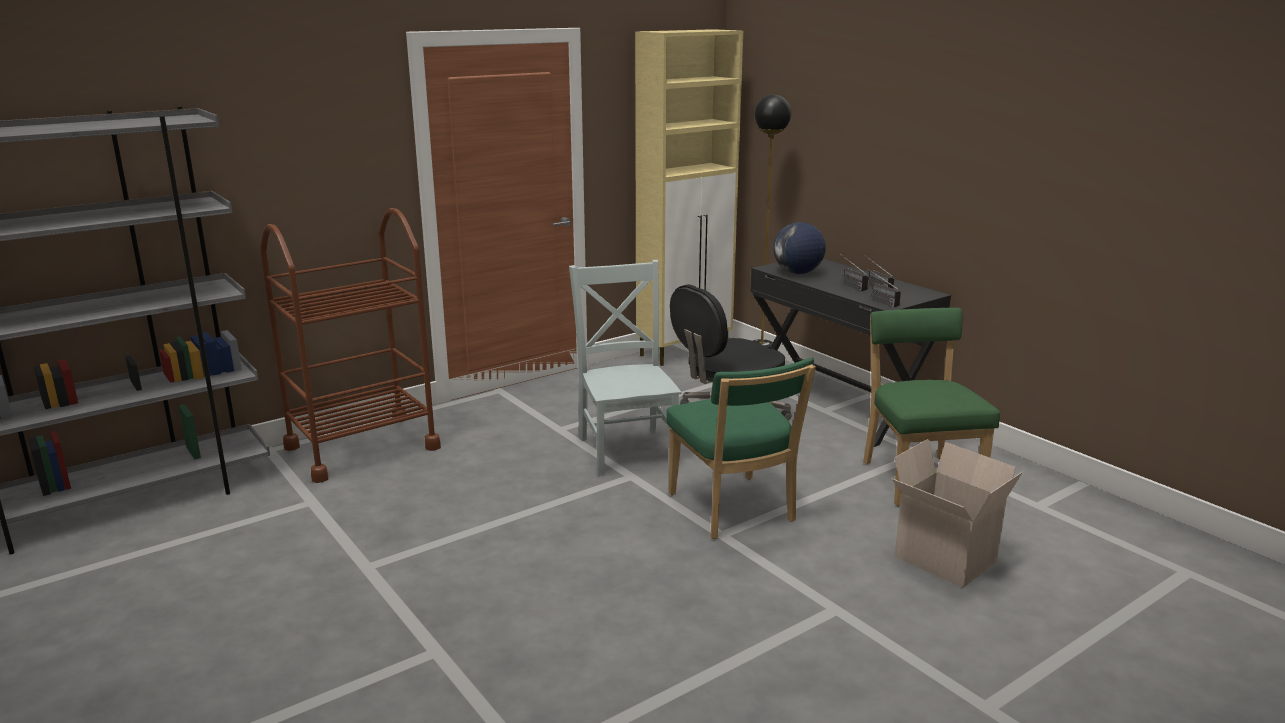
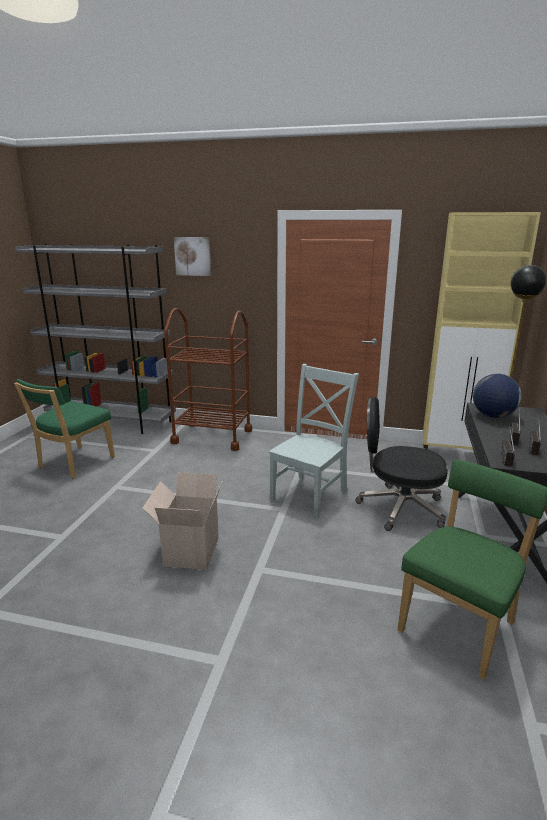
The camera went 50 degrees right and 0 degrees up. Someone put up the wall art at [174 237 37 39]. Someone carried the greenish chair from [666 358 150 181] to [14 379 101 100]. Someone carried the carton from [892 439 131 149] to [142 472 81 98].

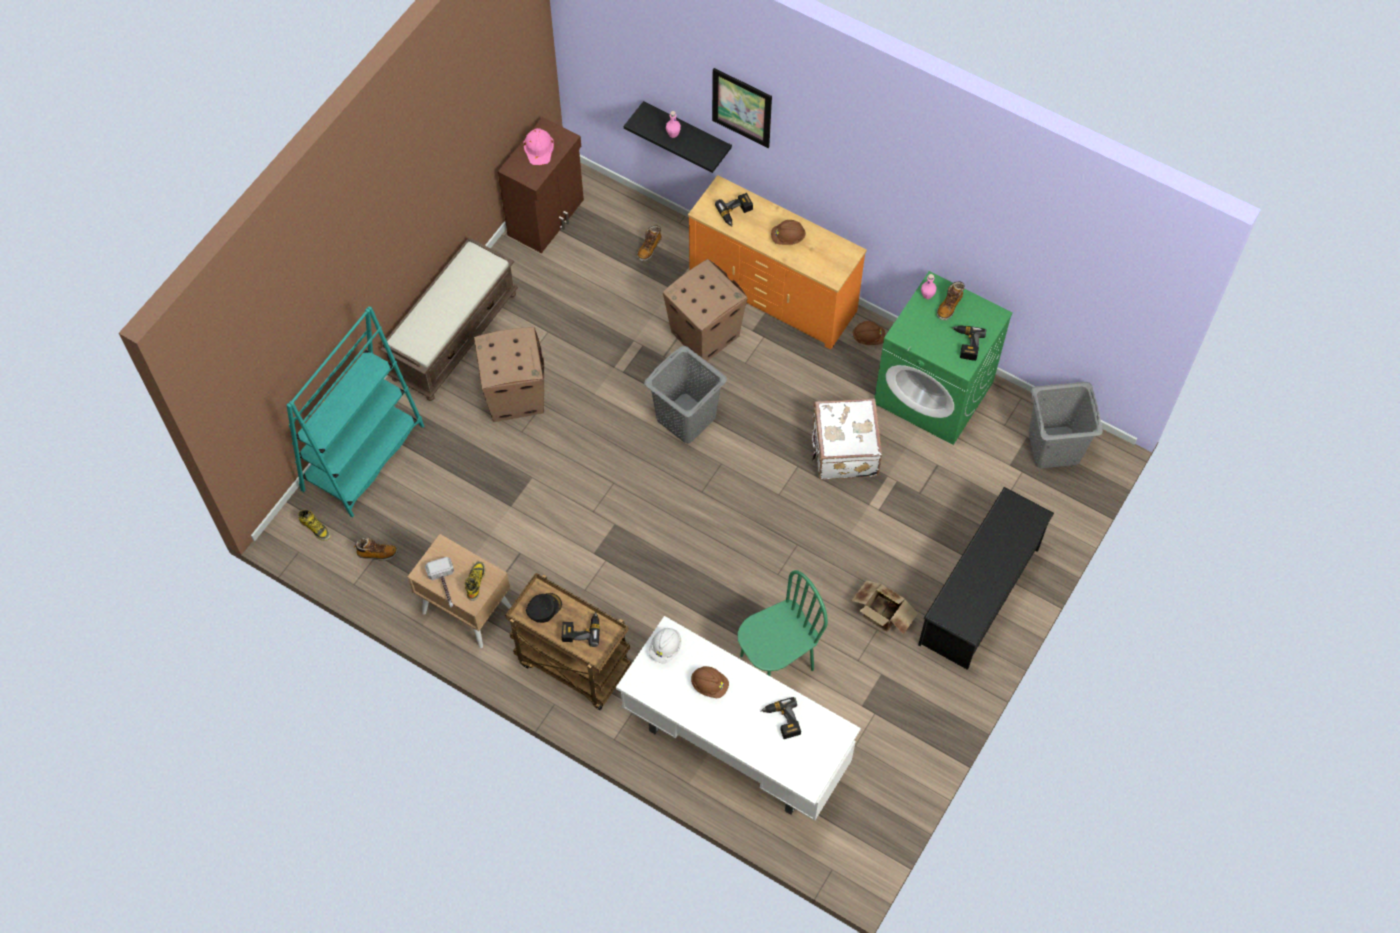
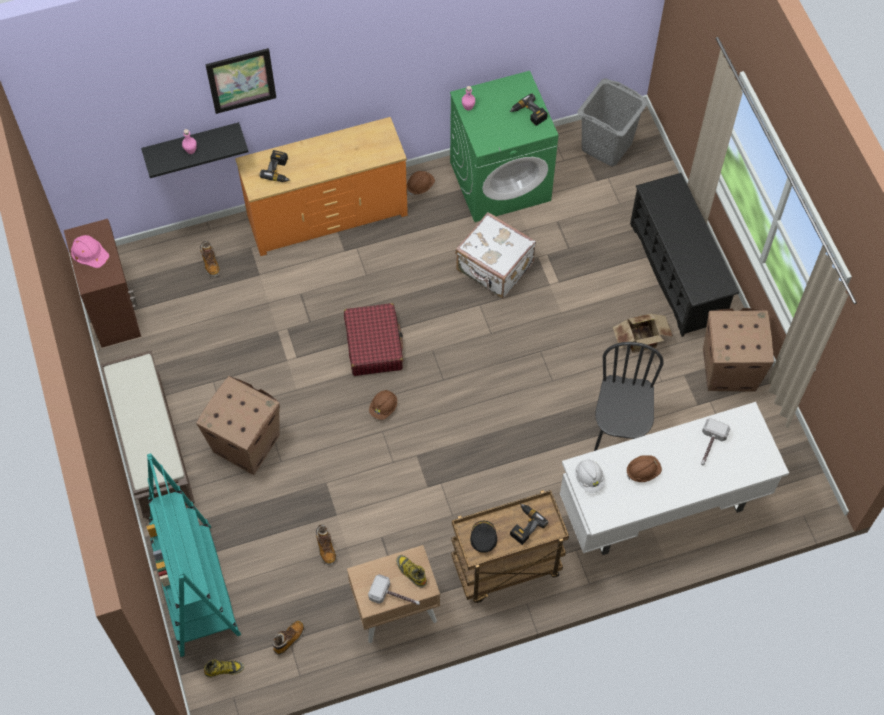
The camera went 50 degrees left and 0 degrees up. Someone carried the carton from [663 259 84 102] to [703 308 71 84]. Someone carried the brown-coloured safety helmet from [771 220 35 25] to [369 390 28 30]. Someone carried the high-top boot from [937 281 28 39] to [316 525 20 40]. Someone swapped the gray hamper at [644 346 83 97] for the red travel case at [344 303 59 73]. Someone swapped the drill at [760 697 41 42] for the hammer at [701 418 29 47]. Someone repainted the greenish chair at [737 570 91 106], which became the black-coloured chair at [594 342 70 109].

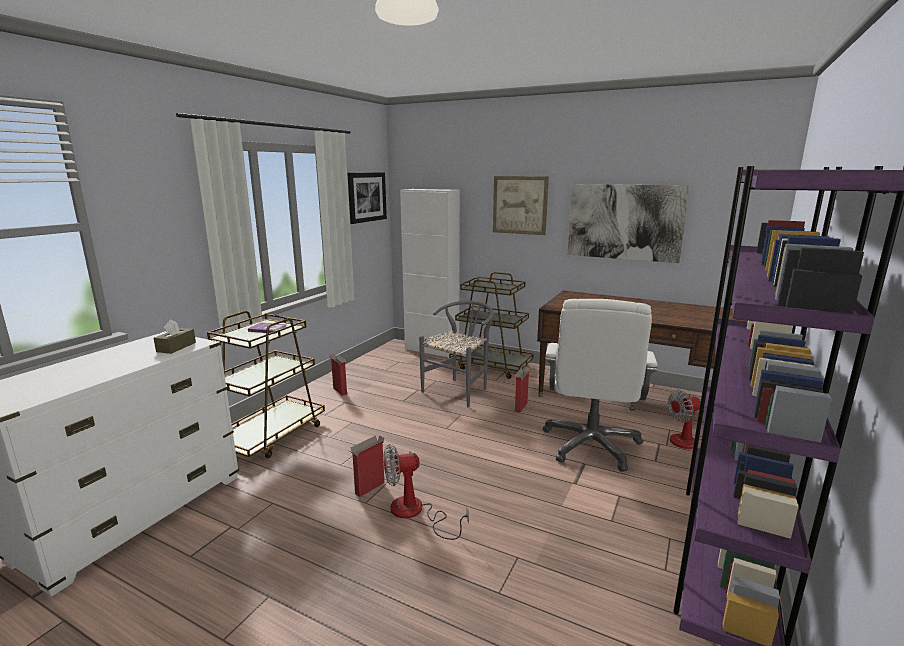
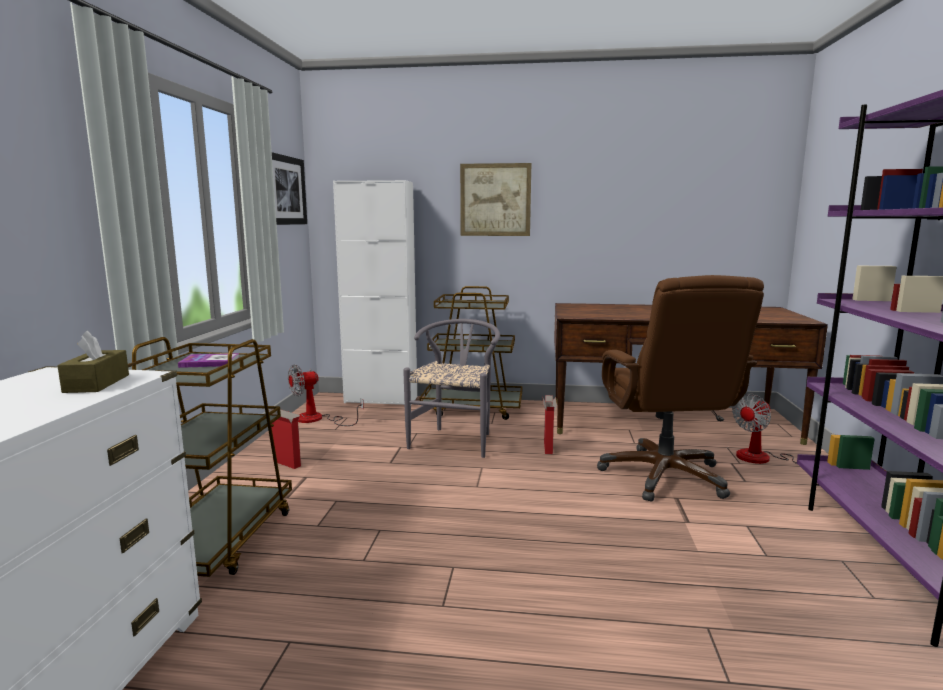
The camera went 20 degrees left and 5 degrees down. Someone took away the carton at [350 435 34 62]. Someone took away the wall art at [567 184 123 79]. Someone carried the fan from [384 444 85 96] to [288 364 76 62]. Someone repainted the white-coloured computer chair at [543 299 115 172], which became the brown-coloured computer chair at [597 275 167 227].

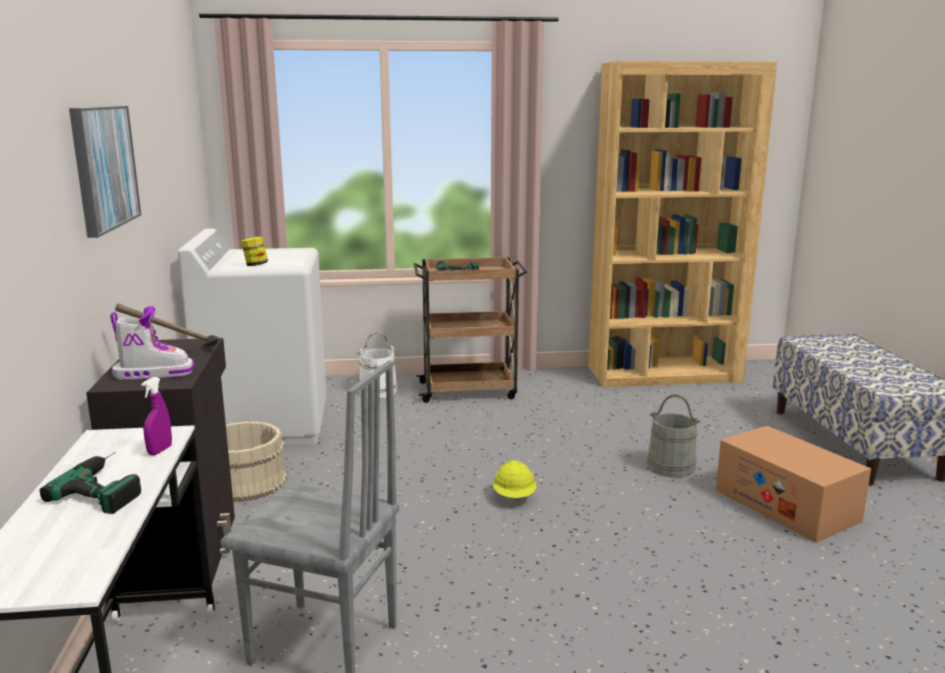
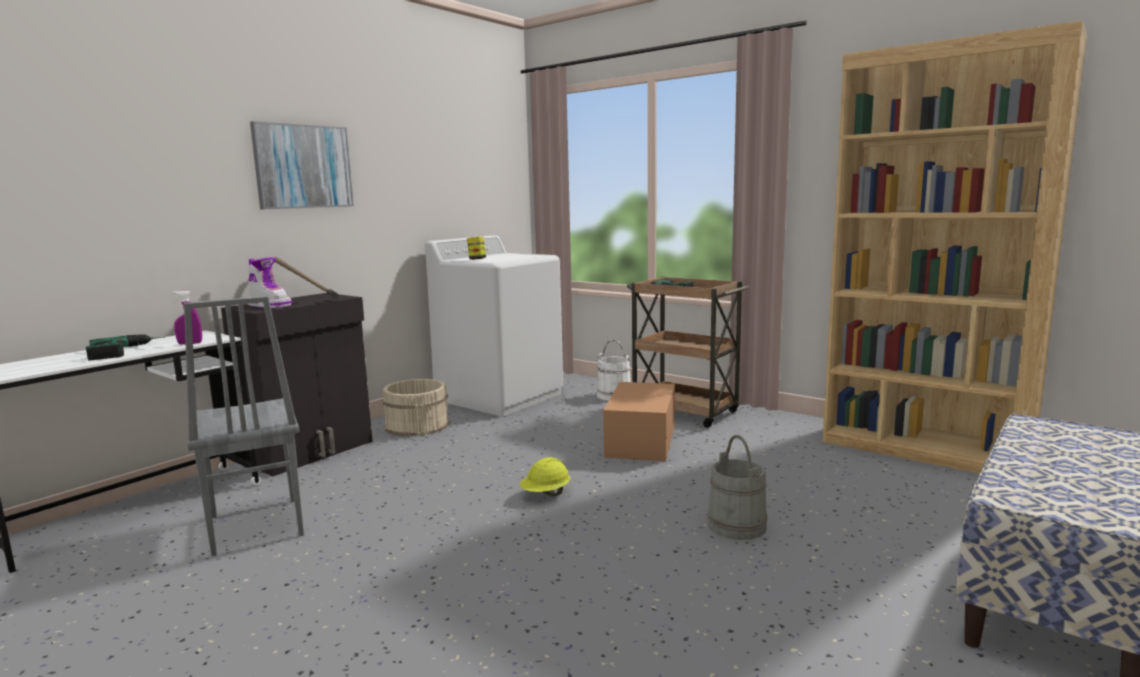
The camera went 45 degrees right and 5 degrees down. Someone carried the carton from [716 426 155 117] to [603 382 72 79].

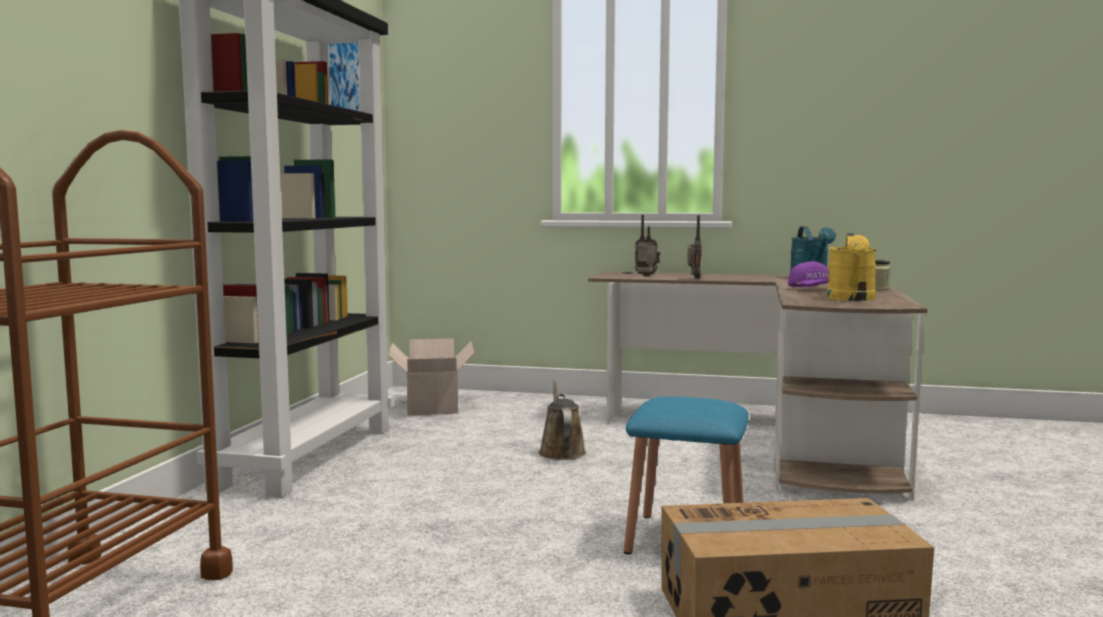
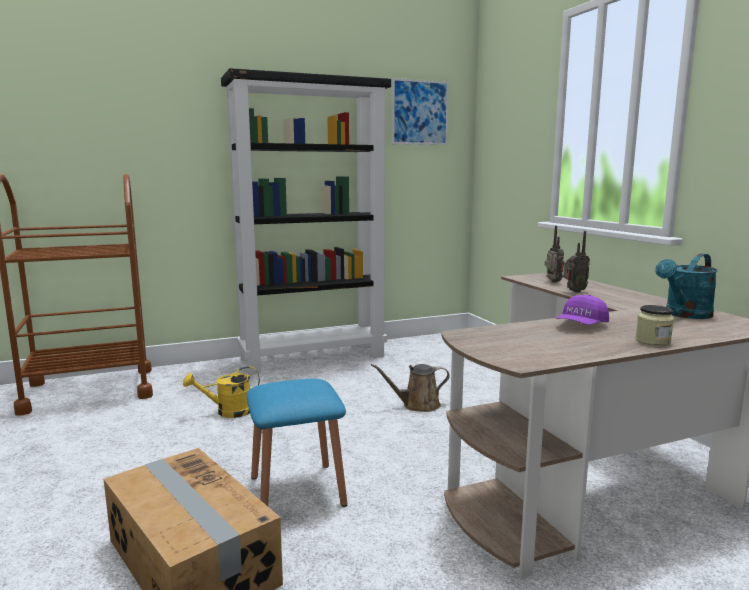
The camera went 55 degrees right and 5 degrees up. Someone took away the carton at [388 338 86 77]. Someone carried the yellowish watering can from [827 233 50 68] to [183 366 77 52]. Someone rotated the brown-coloured watering can at [539 379 47 81] by 150 degrees counterclockwise.

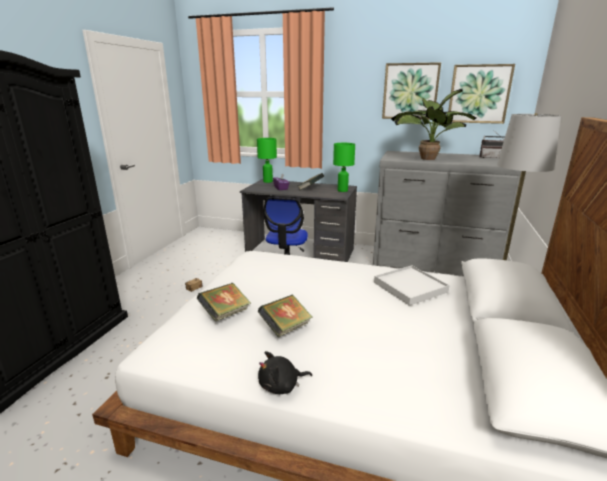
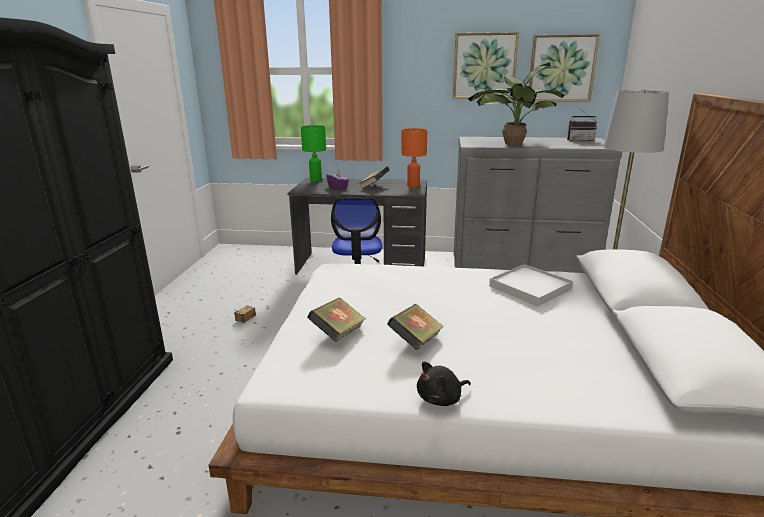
The camera went 10 degrees left and 0 degrees up. Someone repainted the greenish tabletop lamp at [333 143 22 49], which became the orange tabletop lamp at [401 128 26 60].

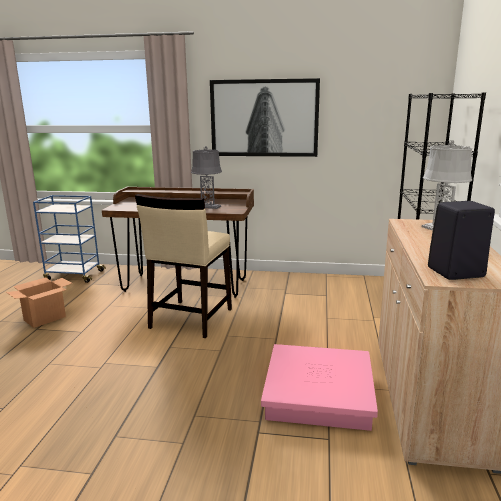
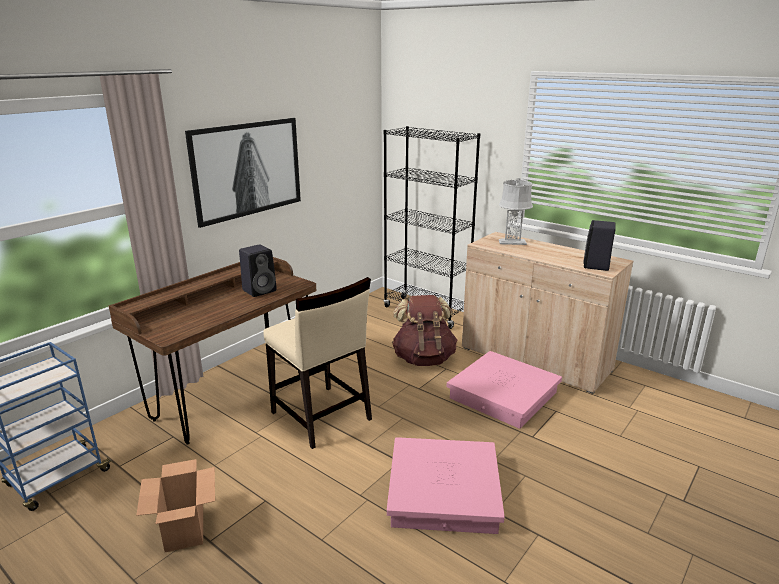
The camera went 60 degrees left and 5 degrees up. Someone put down the pink storage bin at [387 437 118 97]. Someone put down the brown-coloured backpack at [392 295 65 71]. Someone swapped the gray tabletop lamp at [191 146 31 63] for the black-coloured speaker at [239 244 38 53].

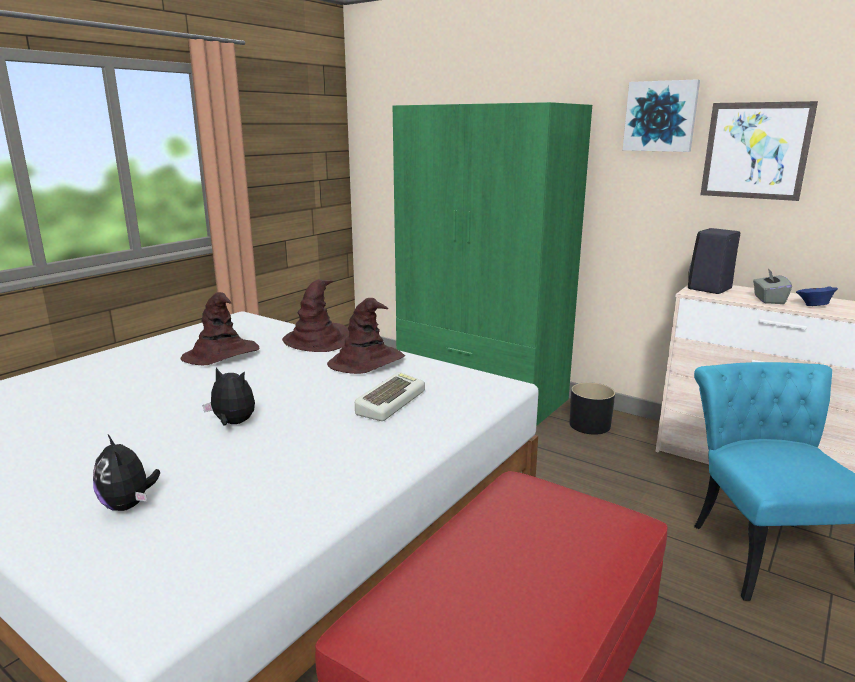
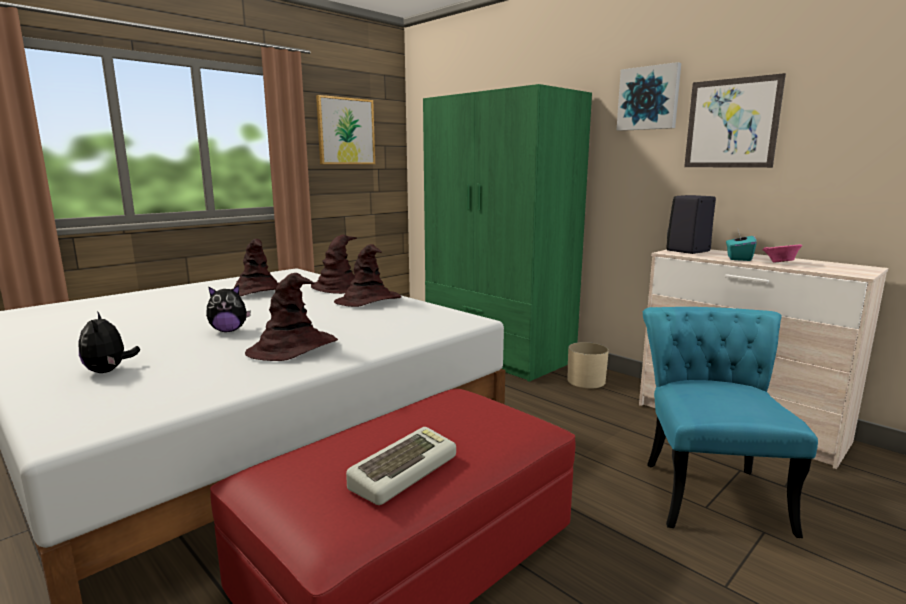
The camera went 10 degrees right and 5 degrees down. Someone put down the brown-coloured wearable hat at [245 273 93 88]. Someone put up the wall art at [316 95 59 69]. Someone carried the keyboard from [355 372 70 49] to [346 427 110 78]. Someone repainted the black-coloured flower pot at [569 382 46 53], which became the beige-coloured flower pot at [567 342 42 47]. Someone repainted the gray box of tissues at [753 269 39 35], which became the turquoise box of tissues at [726 230 31 31]. Someone repainted the blue-coloured deep dish at [796 286 42 20], which became the pink deep dish at [763 244 39 19]. Someone rotated the plush toy at [203 368 52 57] by 135 degrees clockwise.

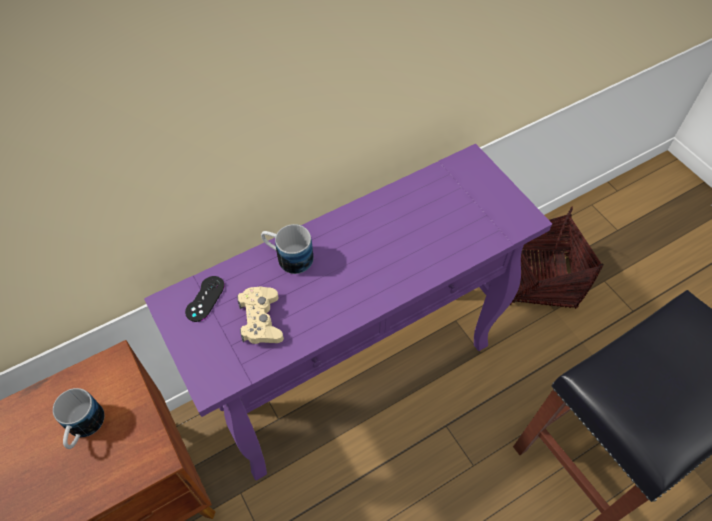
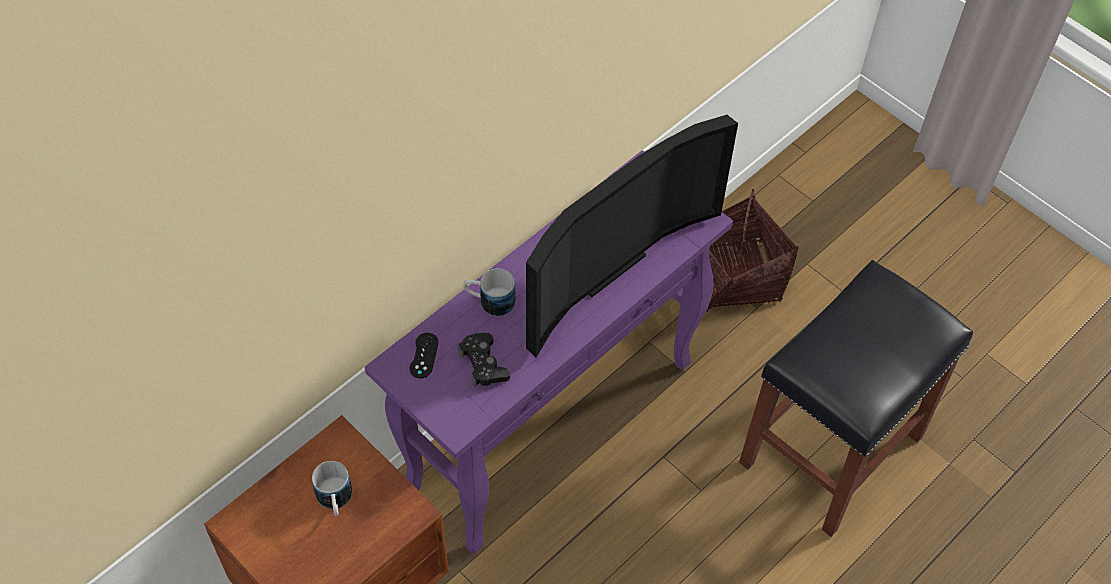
The camera went 15 degrees left and 0 degrees up. Someone put down the television at [526 115 212 243]. Someone repainted the beige-coloured joypad at [237 286 47 58], which became the black-coloured joypad at [458 333 52 54].

